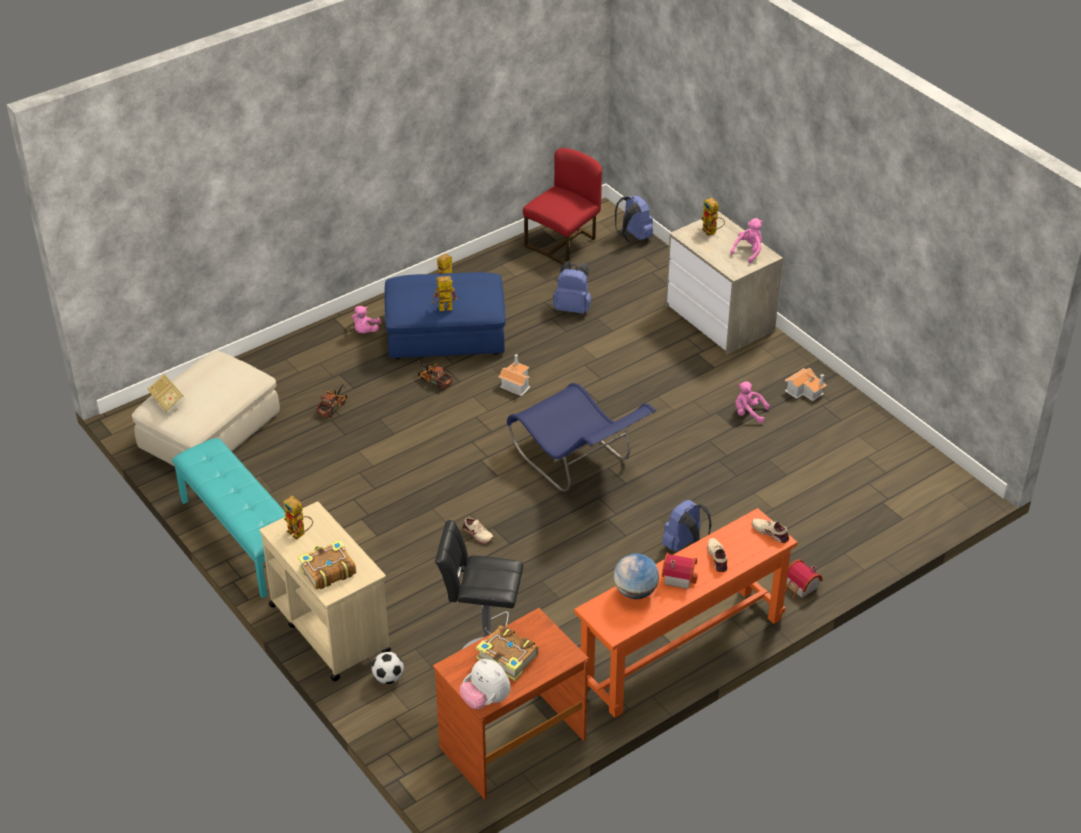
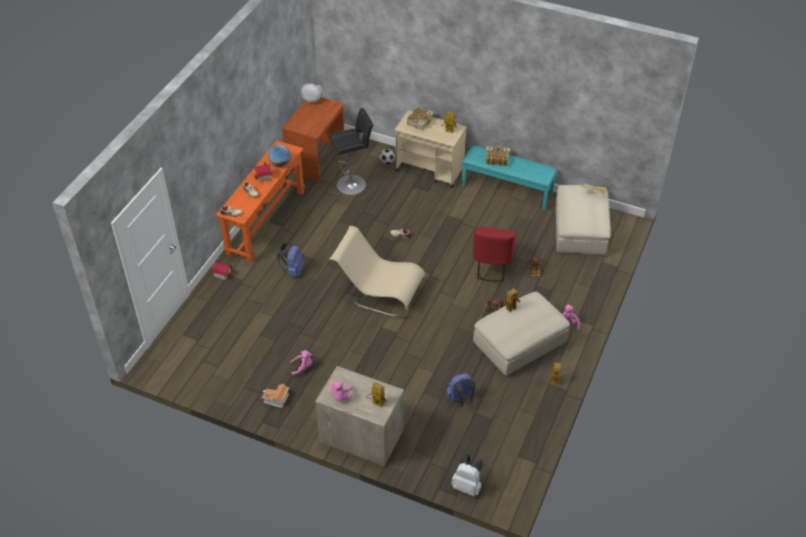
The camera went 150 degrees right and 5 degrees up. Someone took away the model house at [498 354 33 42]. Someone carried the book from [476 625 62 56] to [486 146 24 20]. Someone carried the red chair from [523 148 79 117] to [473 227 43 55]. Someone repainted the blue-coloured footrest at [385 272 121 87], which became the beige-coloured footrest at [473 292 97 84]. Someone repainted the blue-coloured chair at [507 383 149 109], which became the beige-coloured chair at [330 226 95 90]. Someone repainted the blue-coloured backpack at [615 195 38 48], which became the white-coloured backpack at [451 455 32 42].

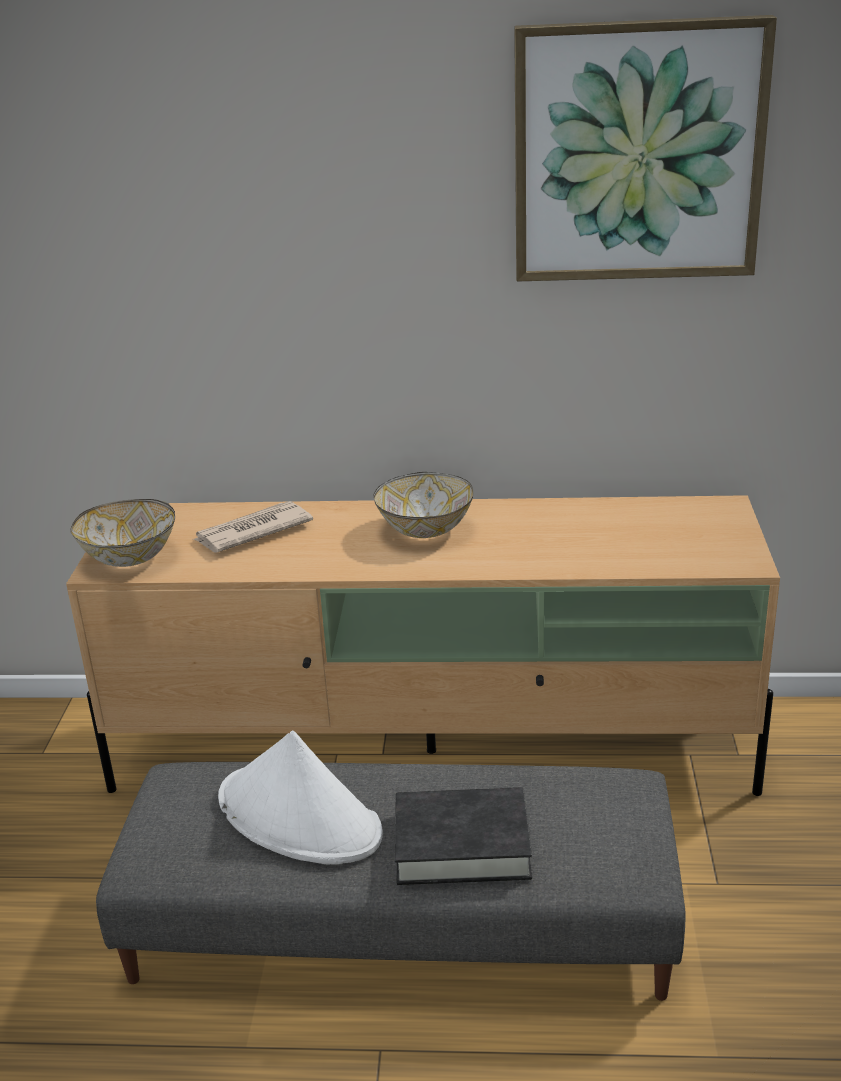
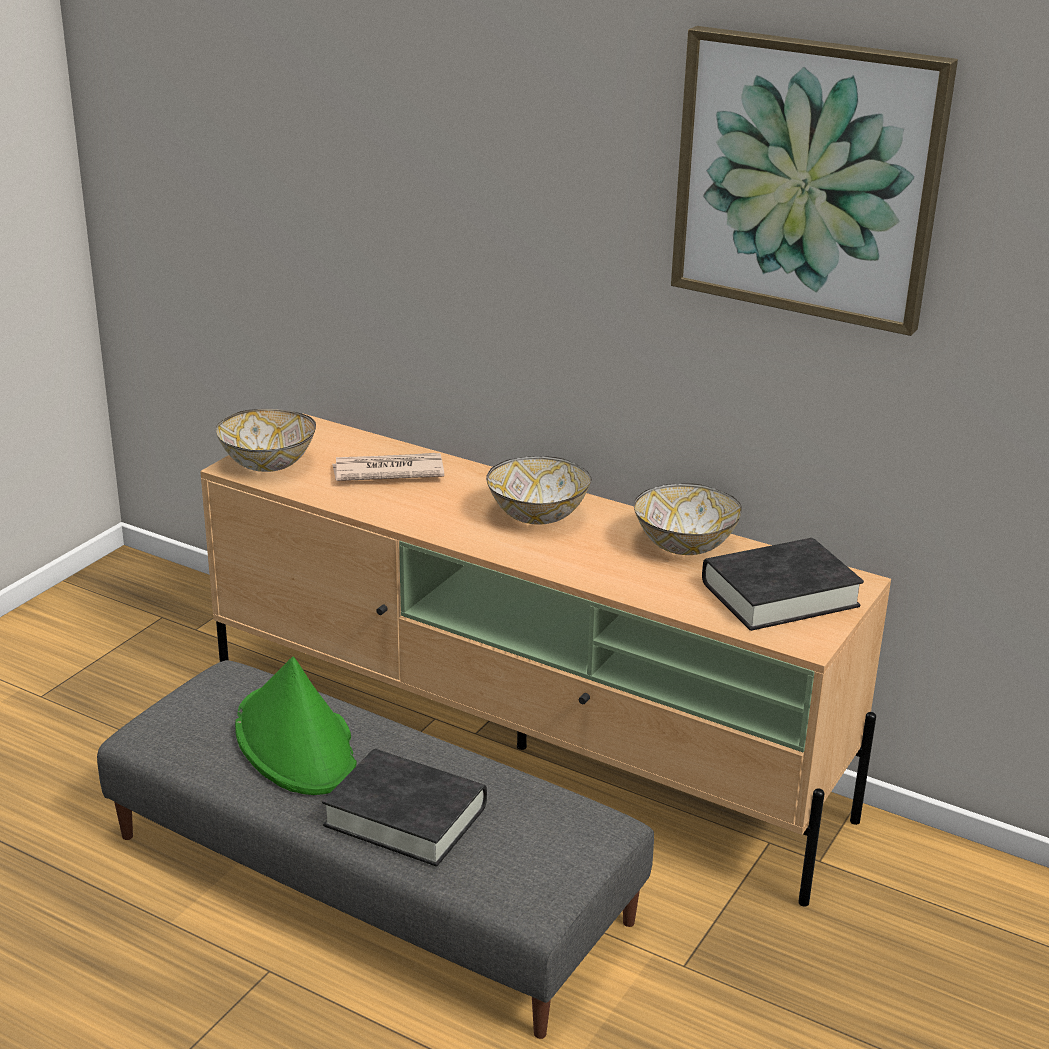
The camera went 25 degrees right and 0 degrees up. Someone put down the deep dish at [634 484 108 71]. Someone put down the black-coloured book at [702 538 162 93]. Someone repainted the white-coloured wearable hat at [218 730 165 135], which became the greenish wearable hat at [235 657 122 138].

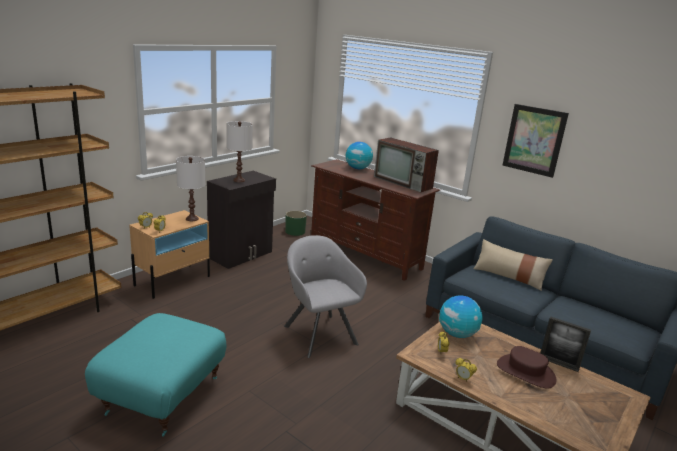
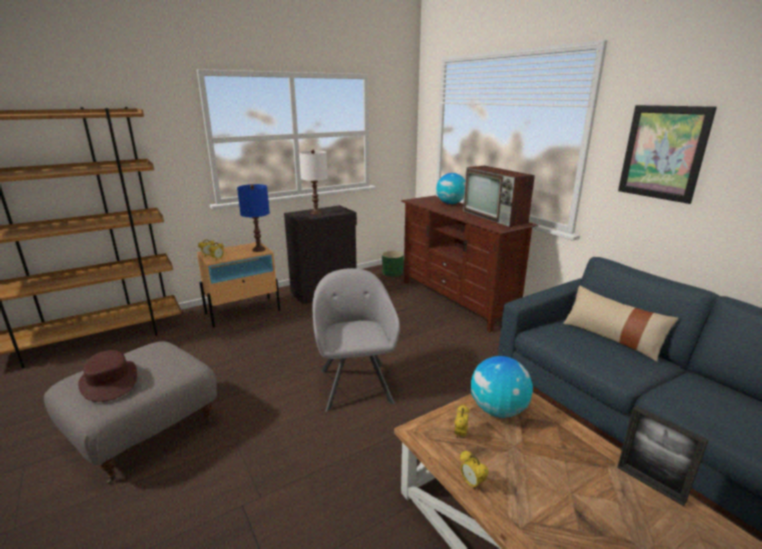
The camera went 20 degrees right and 0 degrees up. Someone carried the brown-coloured wearable hat from [497 346 59 43] to [78 350 59 52]. Someone repainted the turquoise footrest at [85 313 142 124], which became the gray footrest at [44 341 173 143]. Someone repainted the white-coloured tabletop lamp at [176 156 29 65], which became the blue-coloured tabletop lamp at [237 184 33 68].

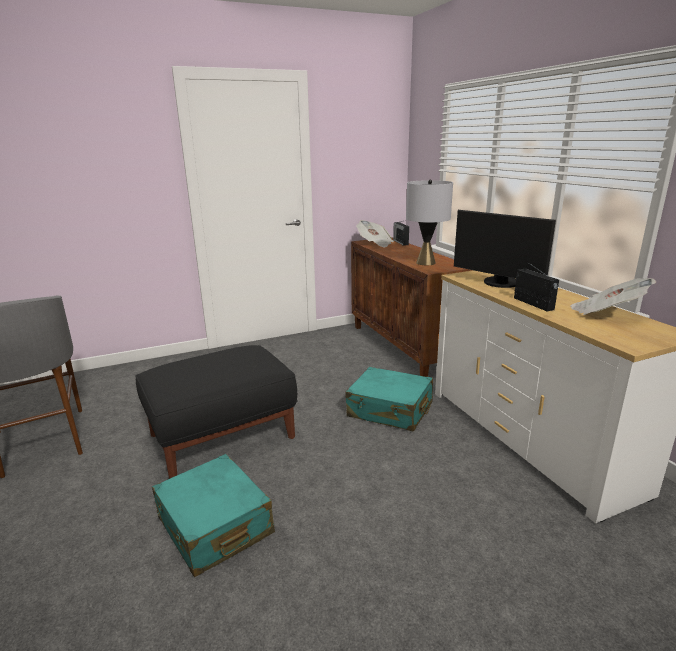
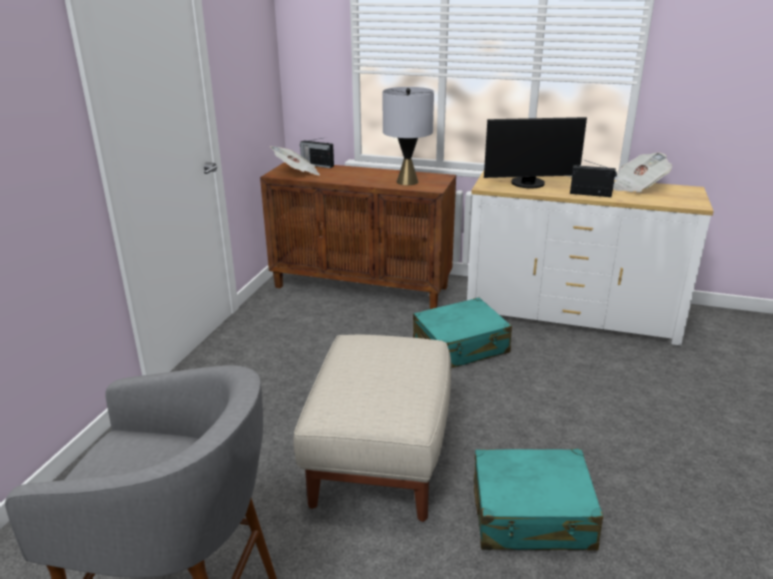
The camera went 50 degrees left and 5 degrees up. Someone repainted the black-coloured footrest at [135 345 163 134], which became the beige-coloured footrest at [293 335 158 187].

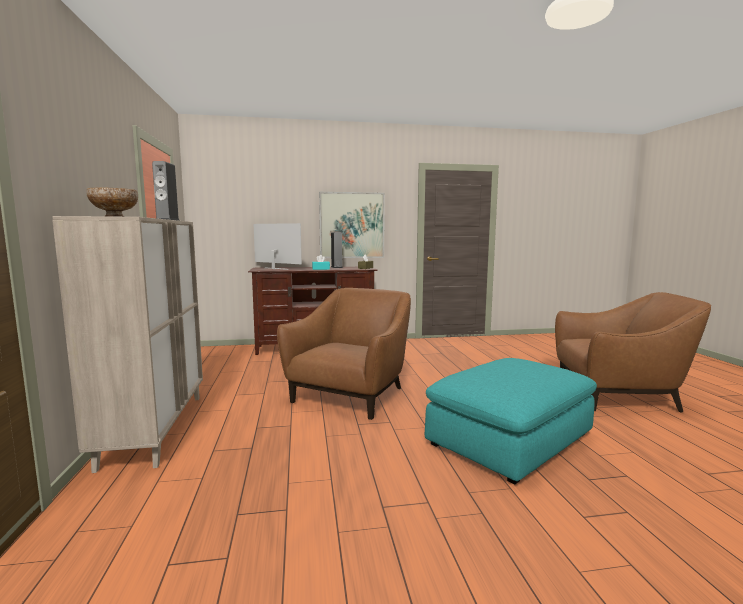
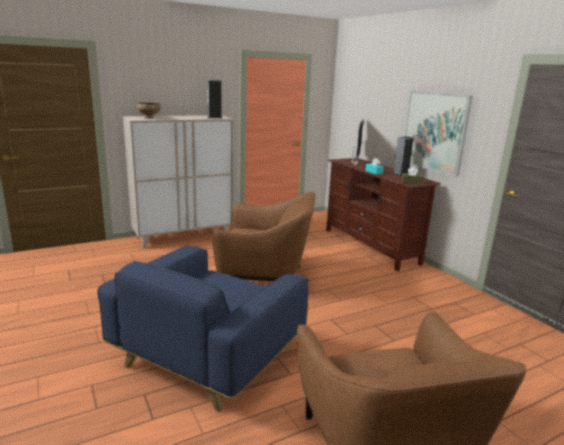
The camera went 70 degrees right and 10 degrees up. Someone swapped the turquoise footrest at [425 358 172 126] for the blue-coloured easy chair at [97 246 211 166].

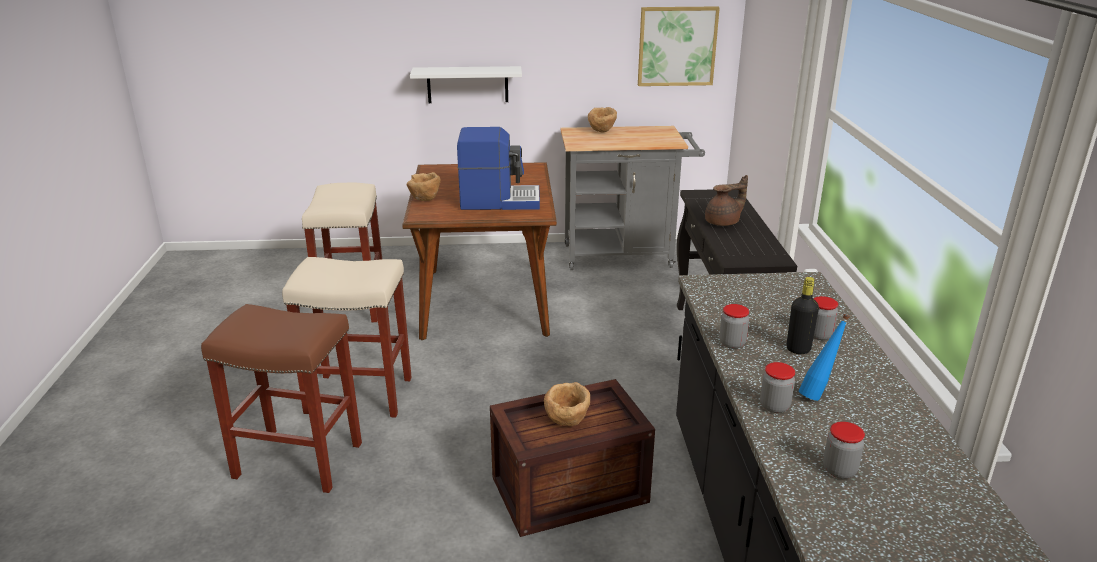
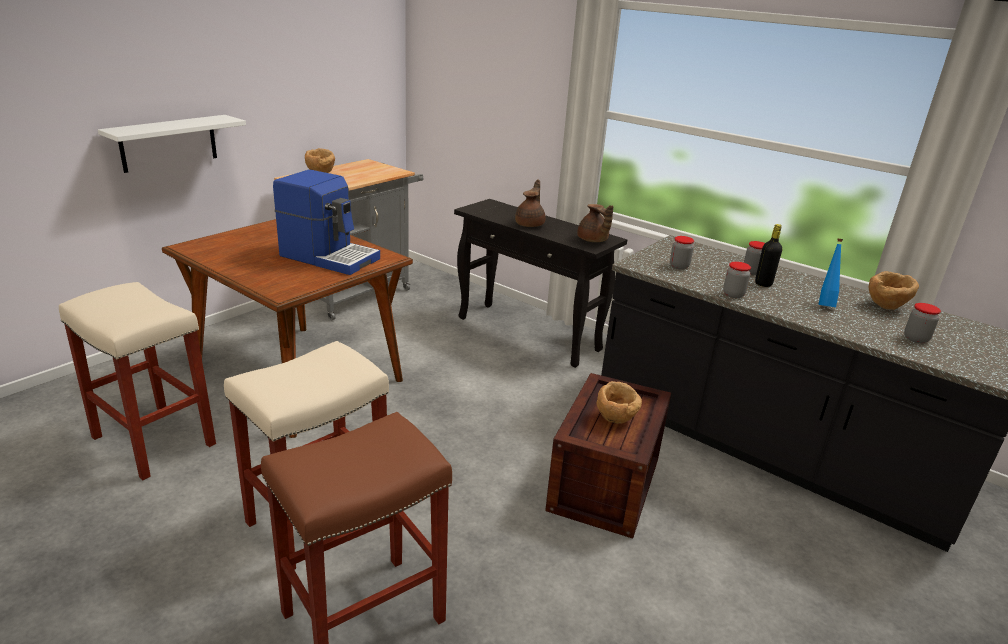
The camera went 50 degrees left and 0 degrees up. Someone took away the wall art at [638 7 82 79]. Someone put down the brown-coloured pot for tea at [577 204 36 38]. Someone carried the brown-coloured deep dish from [407 172 34 29] to [868 271 51 39]. Someone carried the preserve jar from [760 362 35 51] to [670 236 24 34]. Someone rotated the coffee maker at [457 127 83 83] by 75 degrees clockwise.

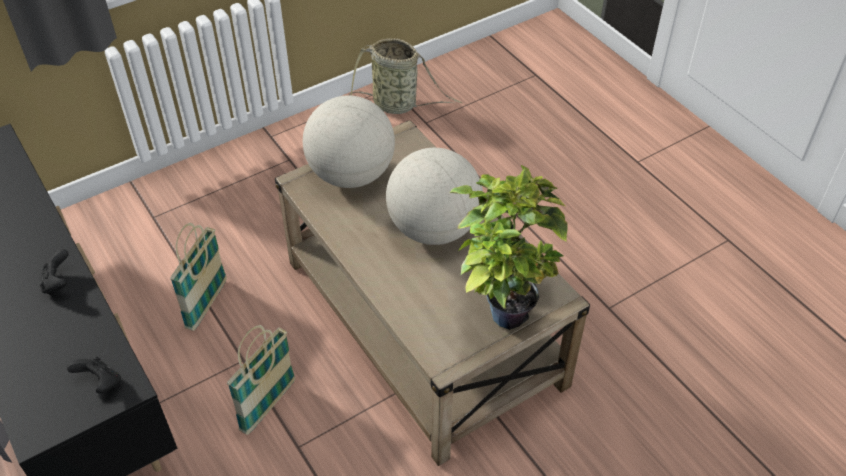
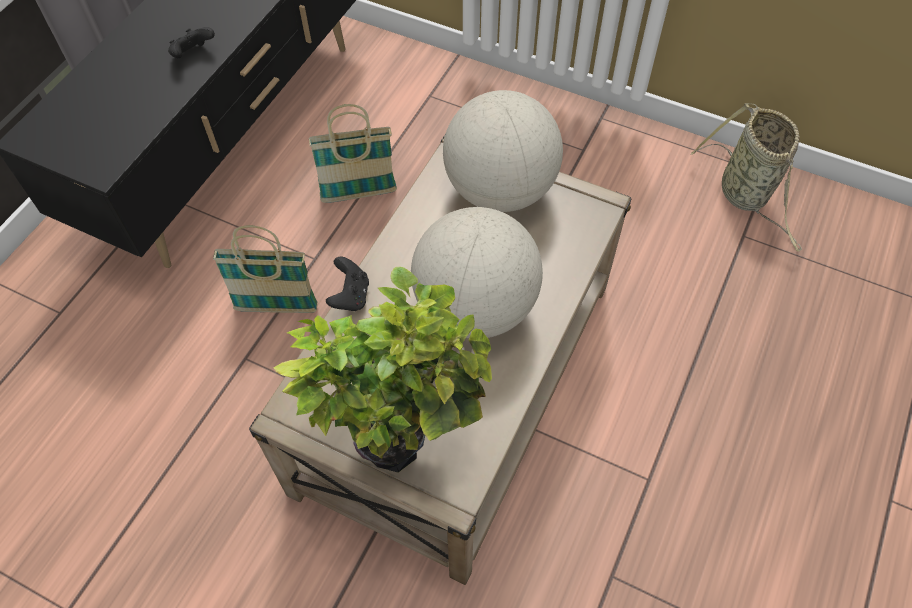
The camera went 60 degrees right and 10 degrees up. Someone carried the black-coloured joypad from [67 357 54 37] to [326 256 43 55].

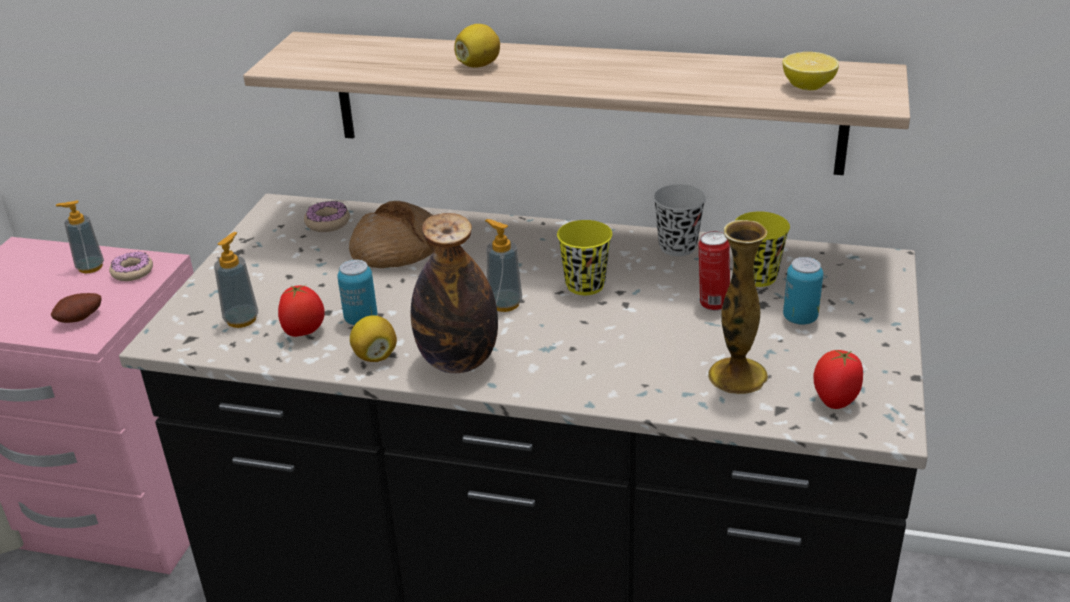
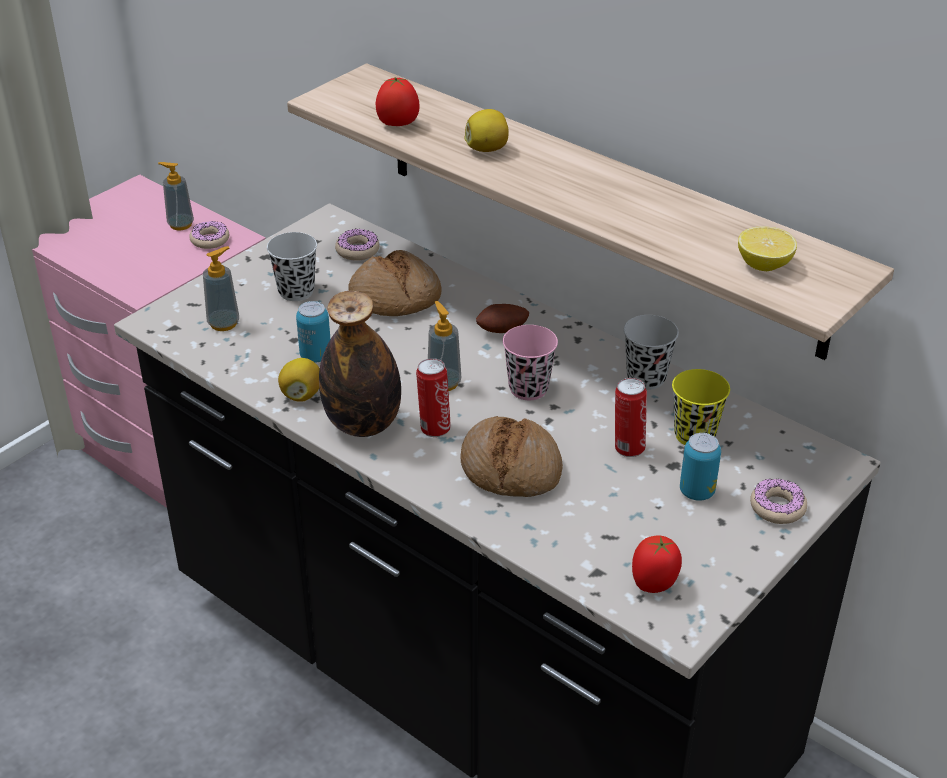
The camera went 25 degrees right and 5 degrees up. Someone took away the flower vase at [708 220 60 174]. Someone put down the black-coloured cup at [267 232 50 69]. Someone put down the metal can at [416 358 35 79]. Someone put down the bread at [460 416 103 81]. Someone put down the donut at [750 478 57 46]. Someone carried the whole potato from [51 293 51 30] to [476 304 53 29]. Someone carried the fresh tomato from [278 284 47 53] to [375 77 45 49]. Someone repainted the yellowish cup at [557 220 55 75], which became the pink cup at [503 325 55 75].

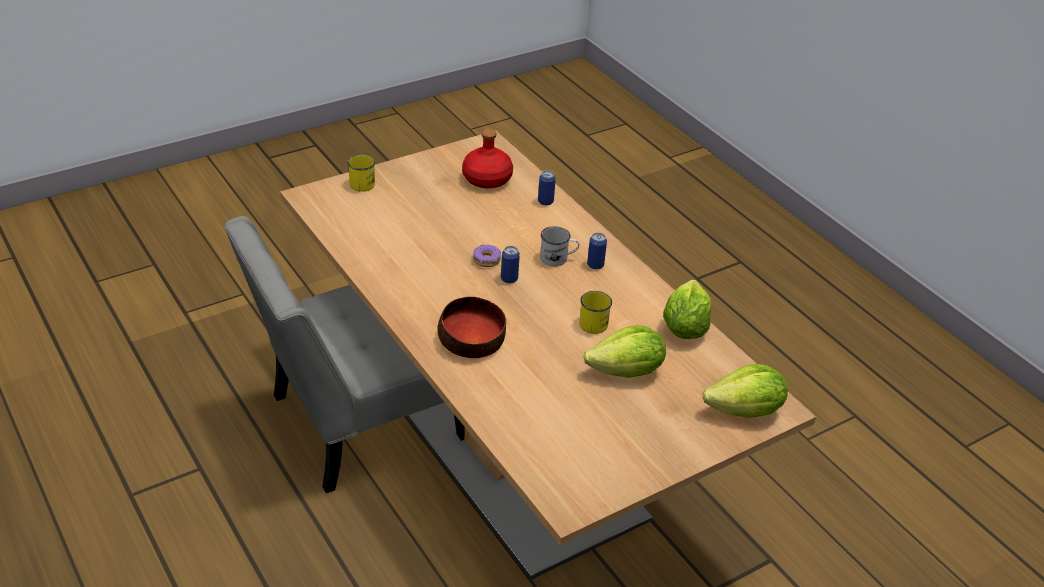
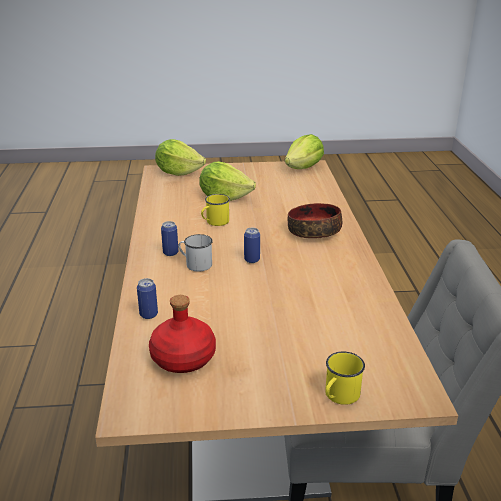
The camera went 150 degrees left and 10 degrees down. Someone took away the donut at [473 244 28 23]. Someone carried the lettuce head from [663 279 48 60] to [285 134 39 35].

